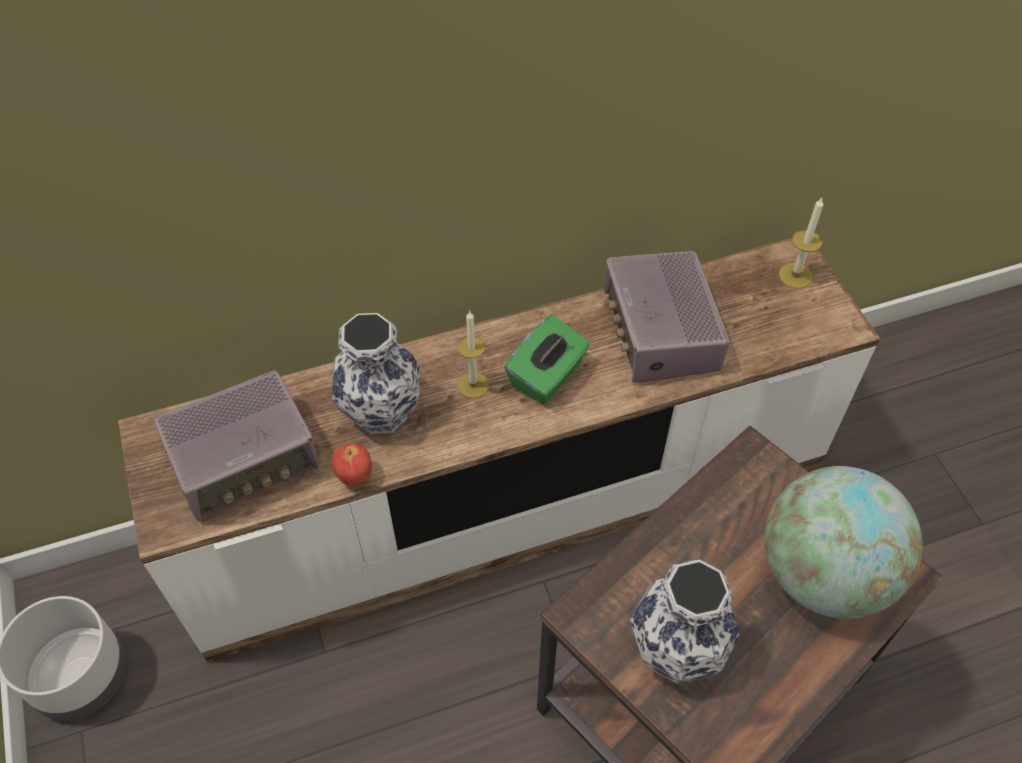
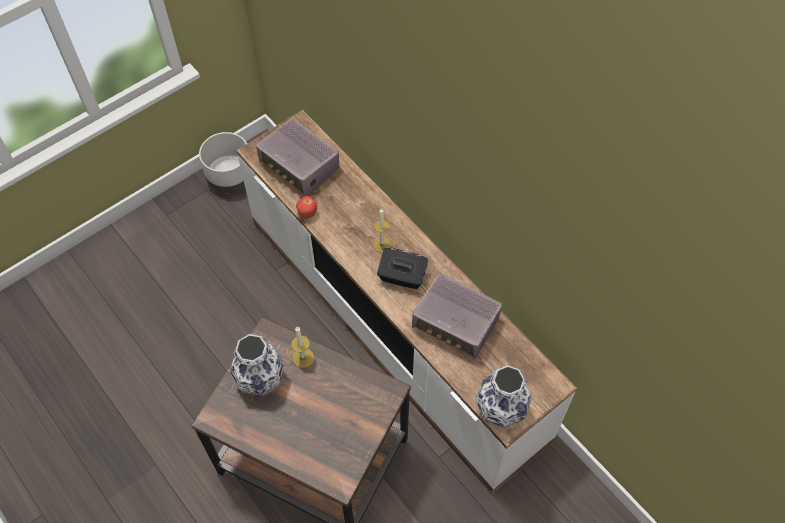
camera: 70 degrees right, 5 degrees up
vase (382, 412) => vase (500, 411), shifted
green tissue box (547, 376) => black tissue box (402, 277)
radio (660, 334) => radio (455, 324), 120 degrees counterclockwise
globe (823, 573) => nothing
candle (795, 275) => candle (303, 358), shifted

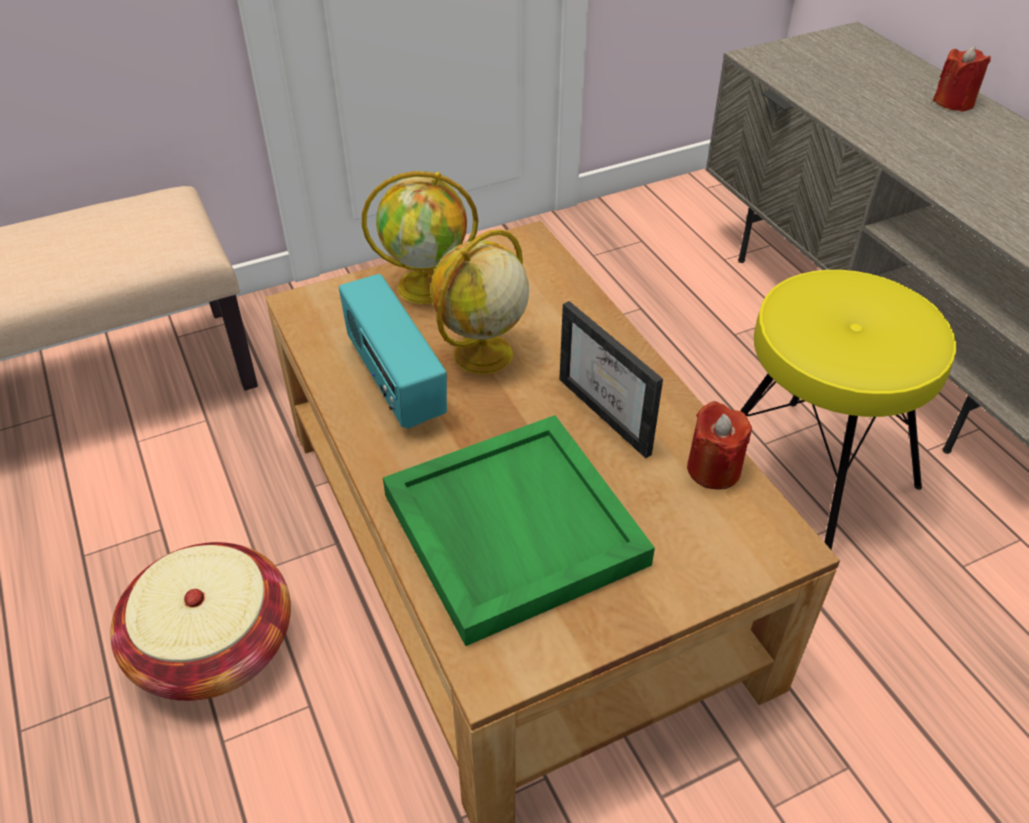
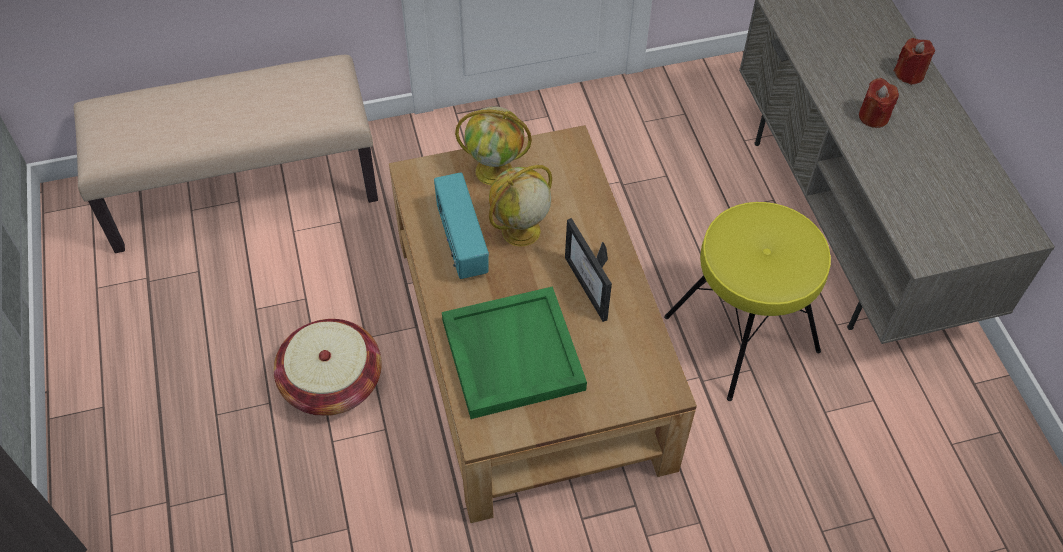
camera: 10 degrees right, 10 degrees up
red candle (713, 469) => red candle (873, 116), shifted

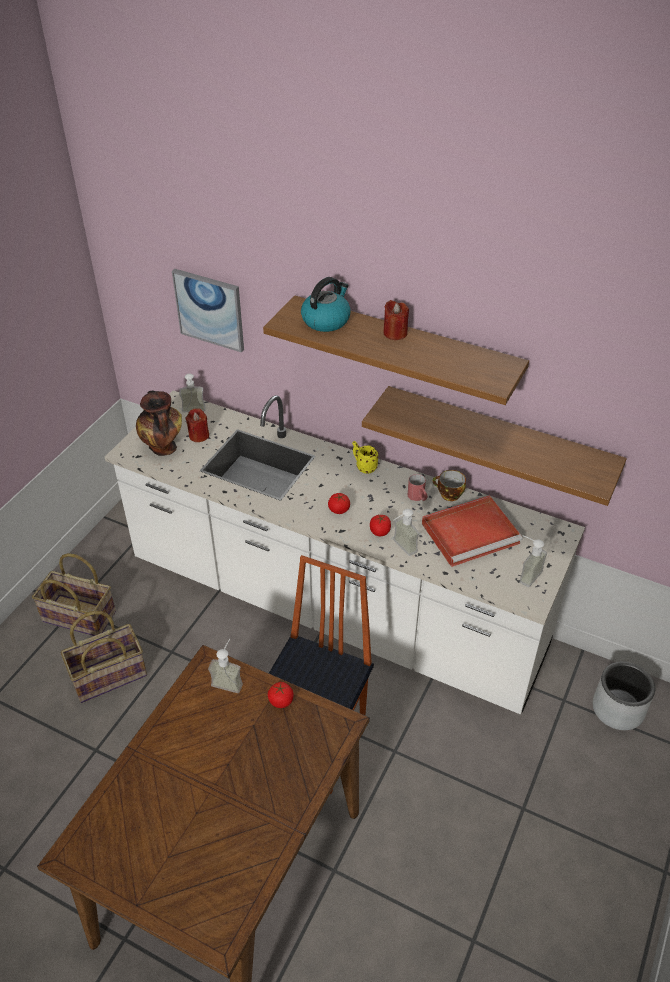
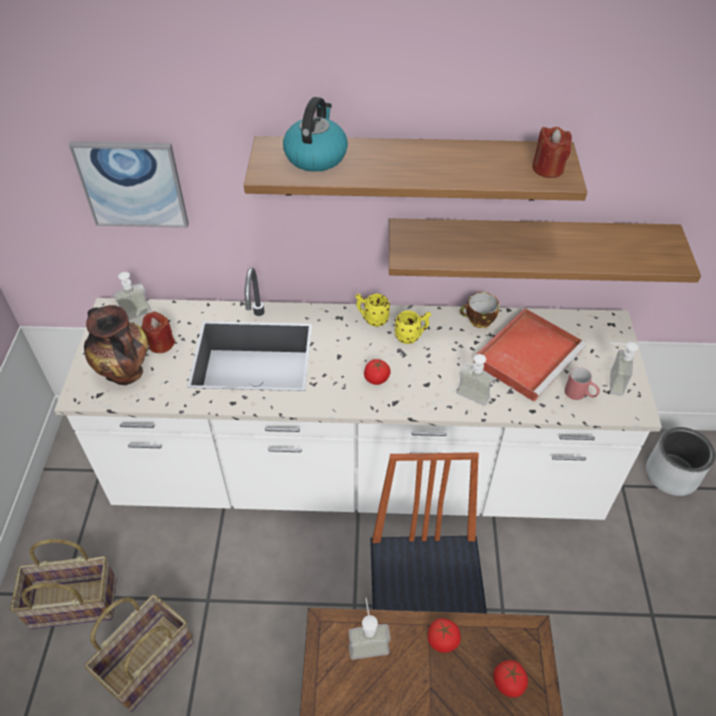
camera: 25 degrees left, 5 degrees up
tomato (380, 531) => tomato (508, 683), shifted
red candle (395, 333) => red candle (548, 169), shifted
red mug (418, 498) => red mug (580, 394), shifted
nothing => yellow mug (411, 336)

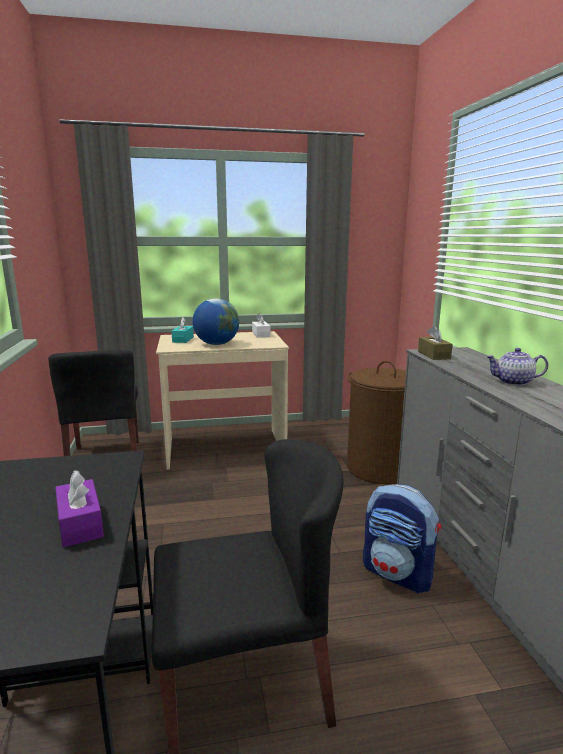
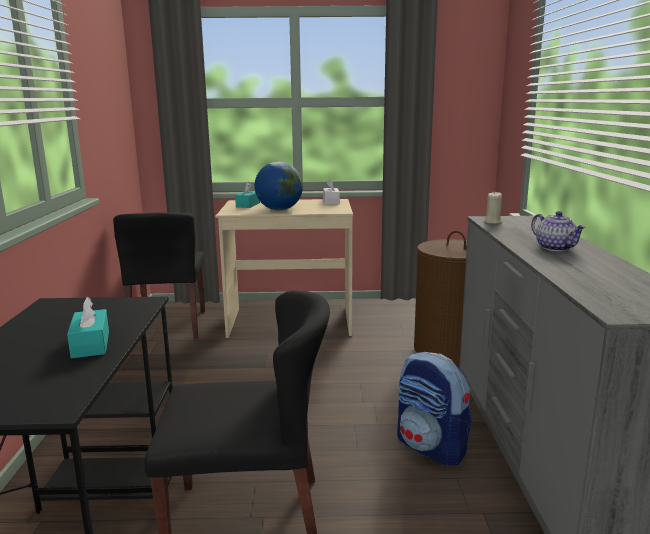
camera: 10 degrees right, 0 degrees up
purple tissue box (80, 524) => turquoise tissue box (90, 344)
brown tissue box (433, 355) => beige candle (492, 222)
teapot (513, 382) => teapot (555, 248), 135 degrees counterclockwise

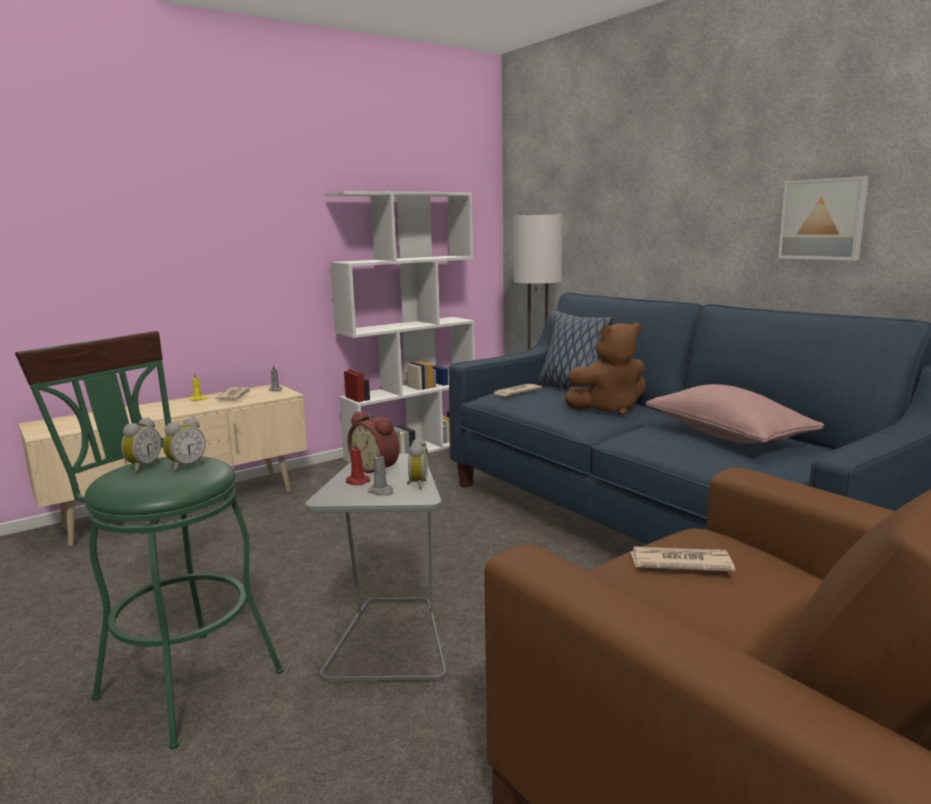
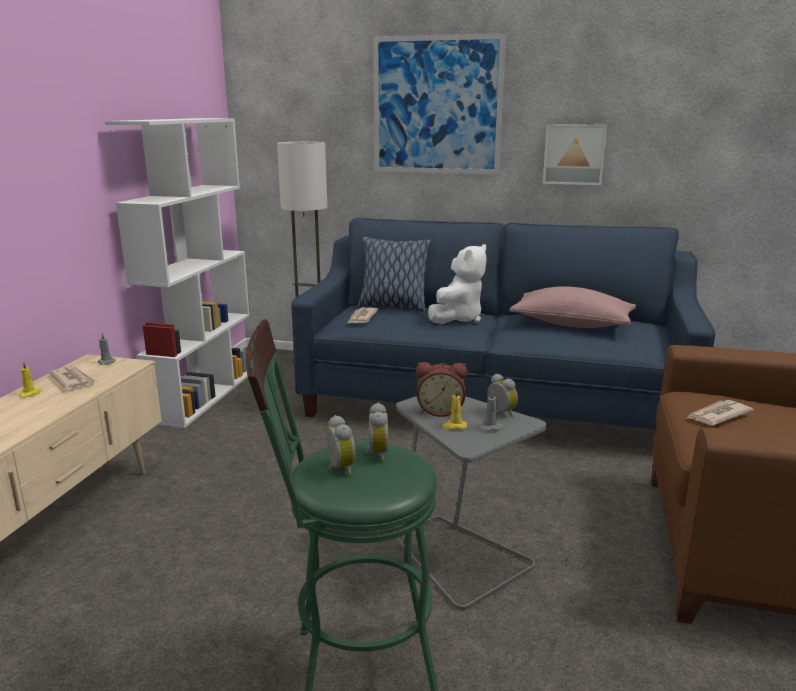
camera: 40 degrees left, 5 degrees up
red candle (356, 482) => yellow candle (454, 426)
brown plush toy (608, 409) => white plush toy (457, 319)
nothing => picture (437, 106)

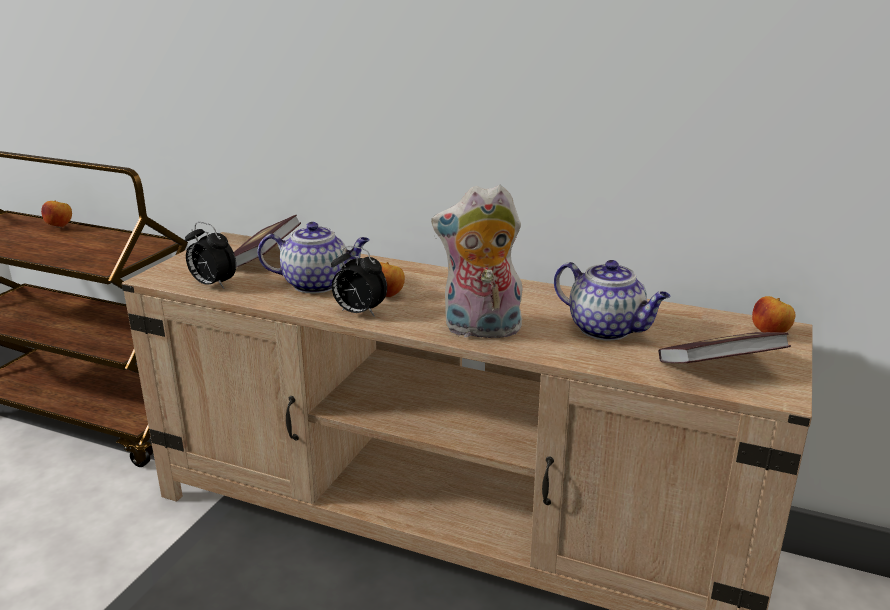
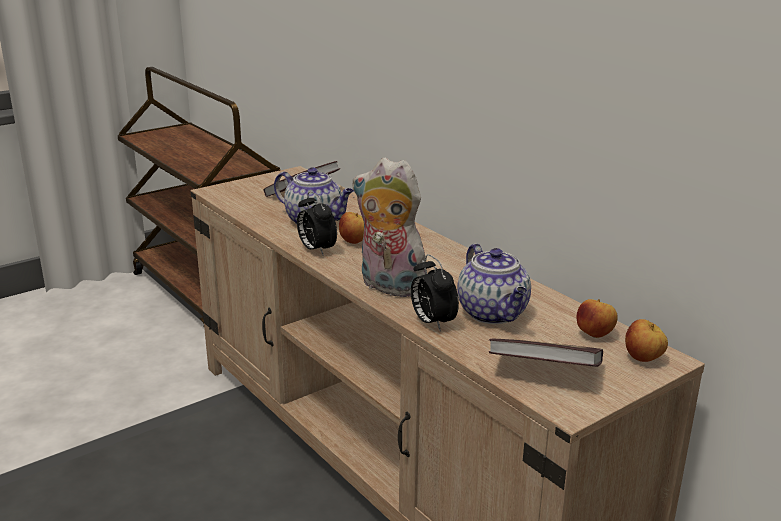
camera: 30 degrees right, 0 degrees up
apple (60, 226) => apple (595, 335), shifted
alarm clock (212, 285) => alarm clock (432, 322), shifted

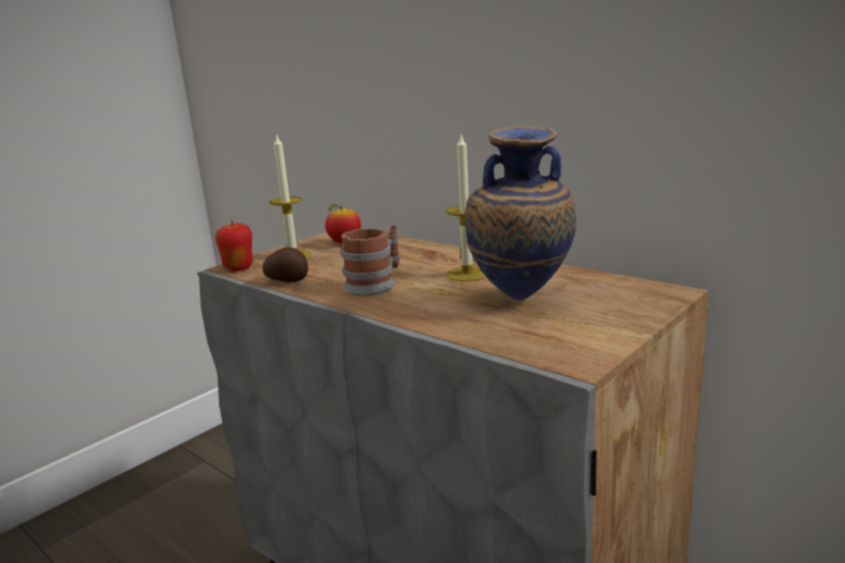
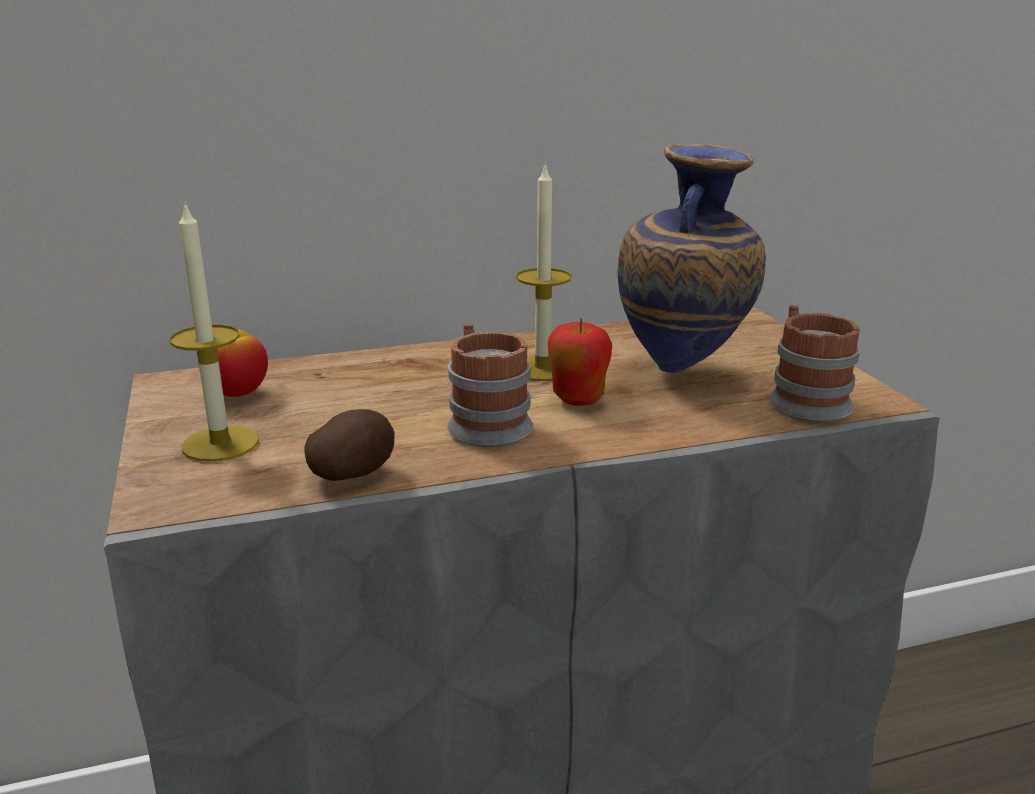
camera: 60 degrees left, 5 degrees up
apple (239, 268) => apple (578, 400), shifted
nothing => mug (804, 399)

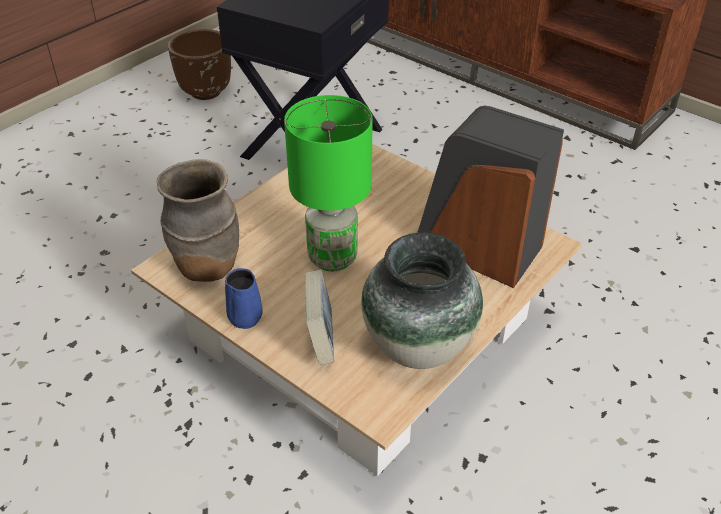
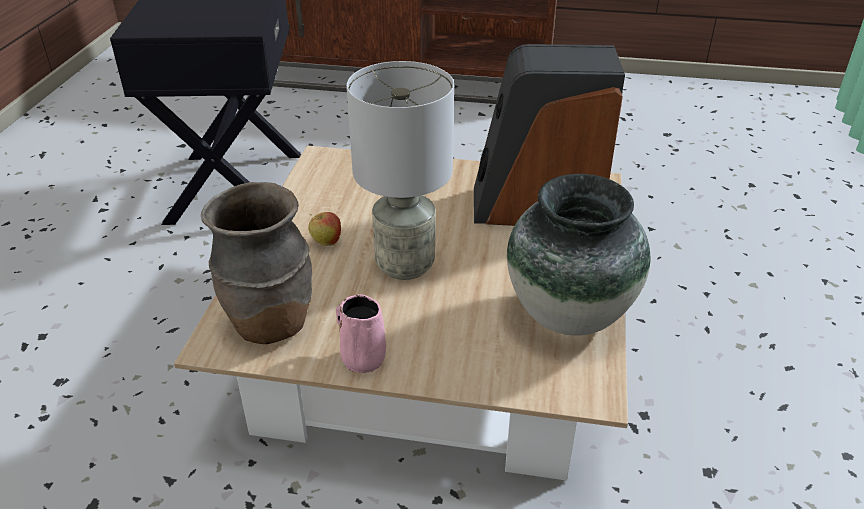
camera: 30 degrees left, 5 degrees down
brown planter (205, 92) => nothing
blue mug (245, 316) => pink mug (361, 357)
green table lamp (331, 258) => grey table lamp (404, 266)
book (320, 339) => nothing
nothing => apple (326, 242)

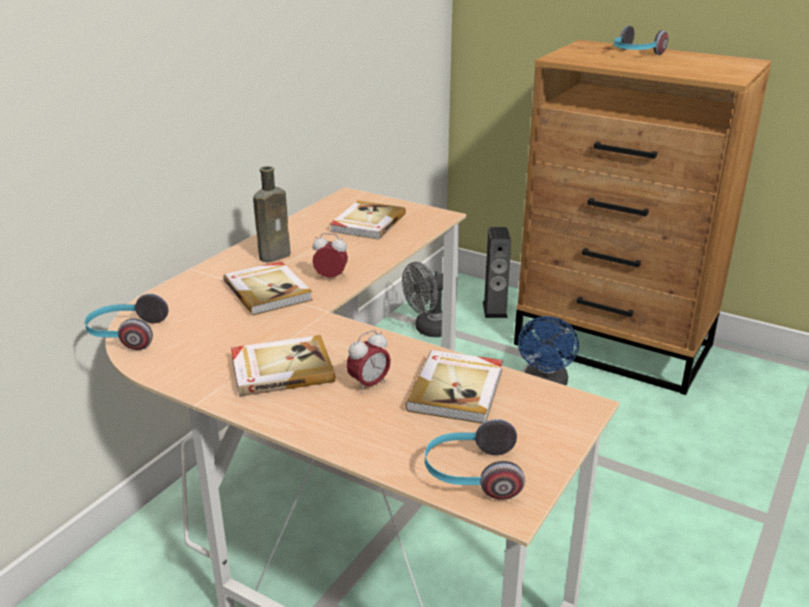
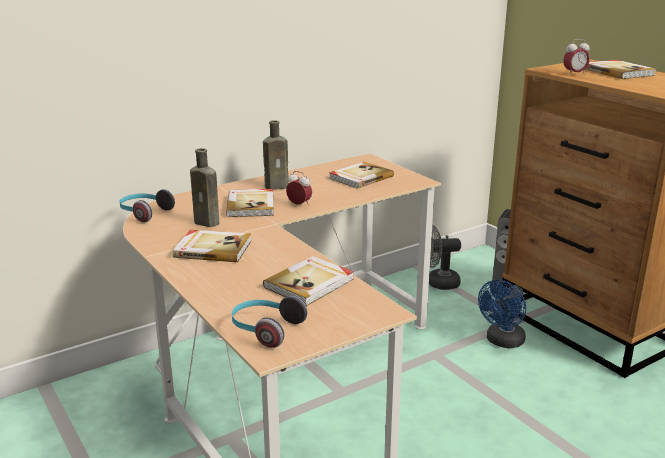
camera: 25 degrees right, 5 degrees down
alarm clock (369, 385) => alarm clock (574, 74), shifted
headphones (635, 54) => book (618, 72)
nothing => brown bottle (208, 223)

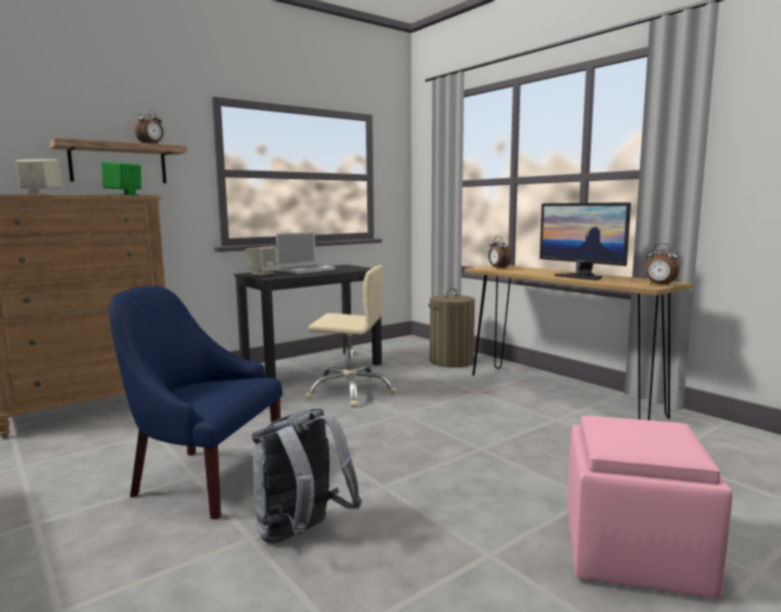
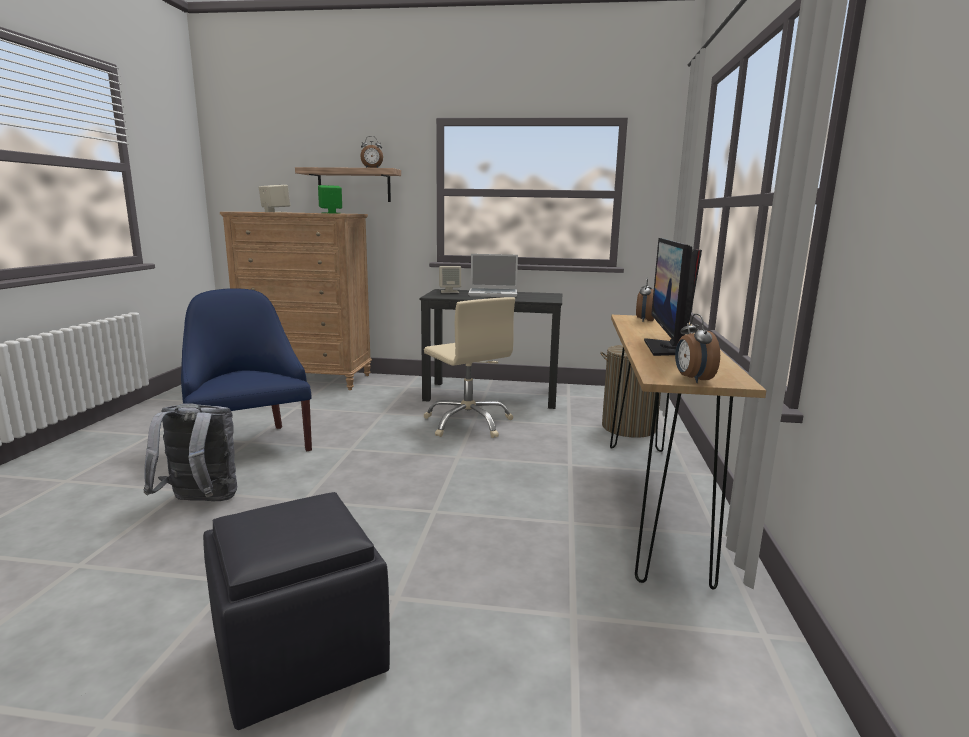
camera: 45 degrees right, 5 degrees up
pink ottoman (635, 554) => black ottoman (298, 656)

